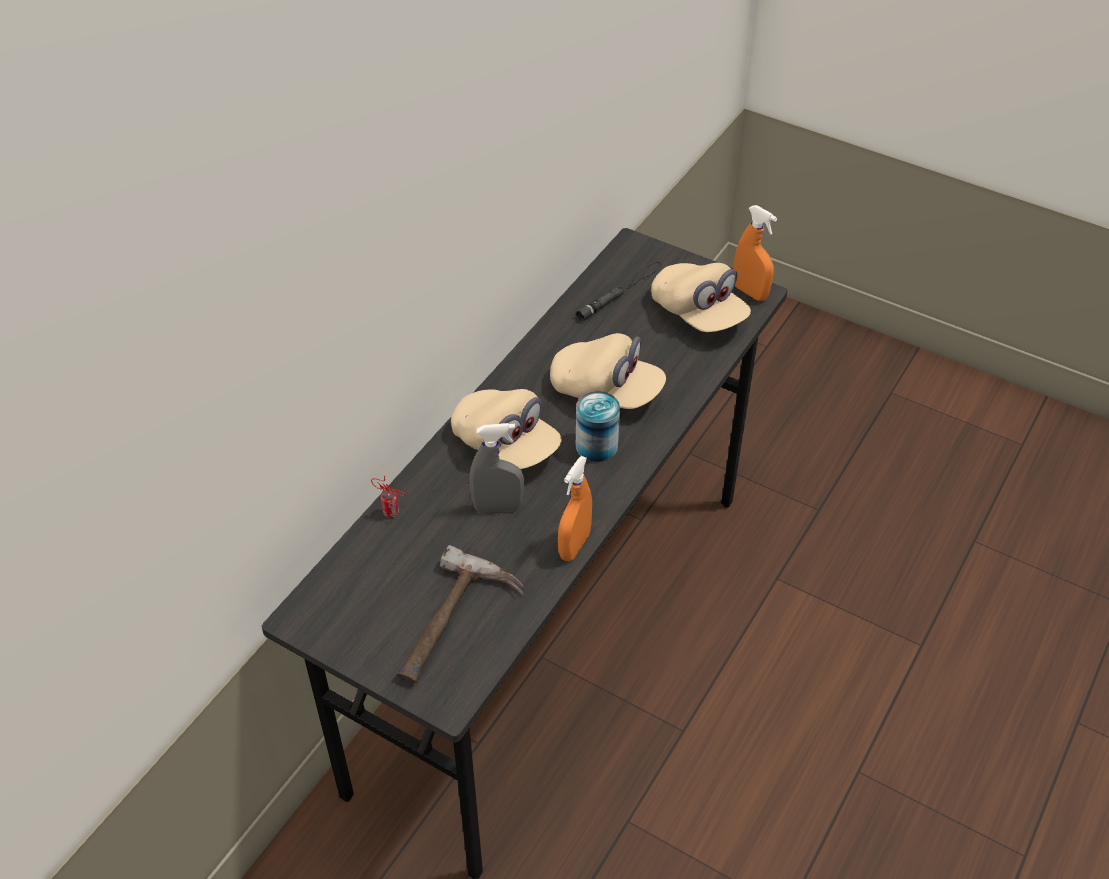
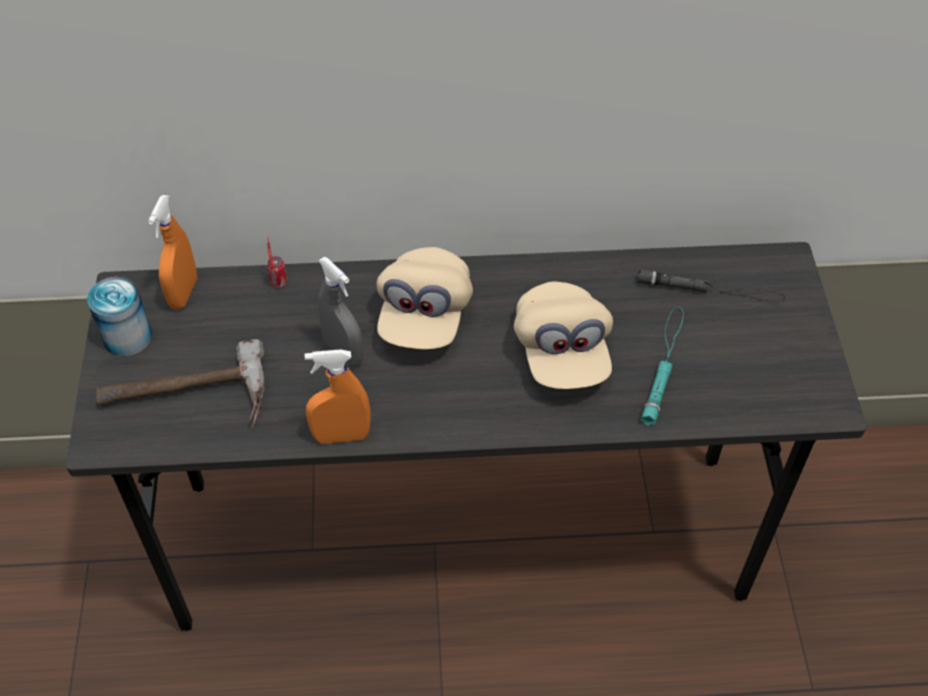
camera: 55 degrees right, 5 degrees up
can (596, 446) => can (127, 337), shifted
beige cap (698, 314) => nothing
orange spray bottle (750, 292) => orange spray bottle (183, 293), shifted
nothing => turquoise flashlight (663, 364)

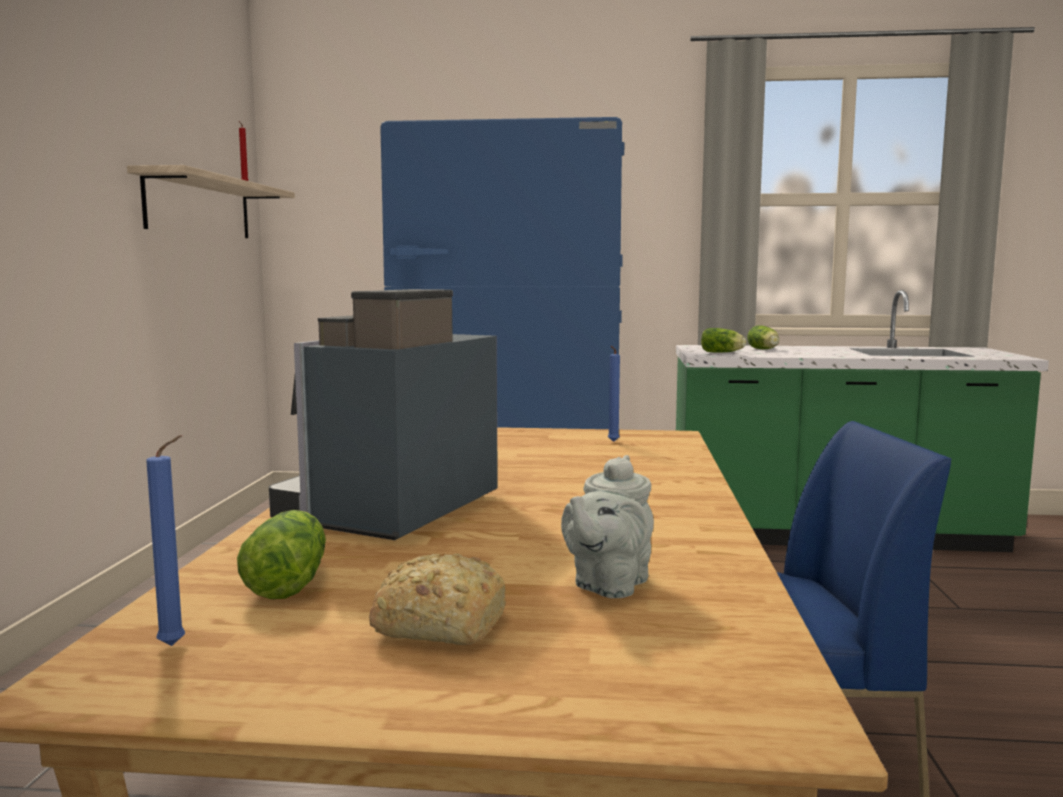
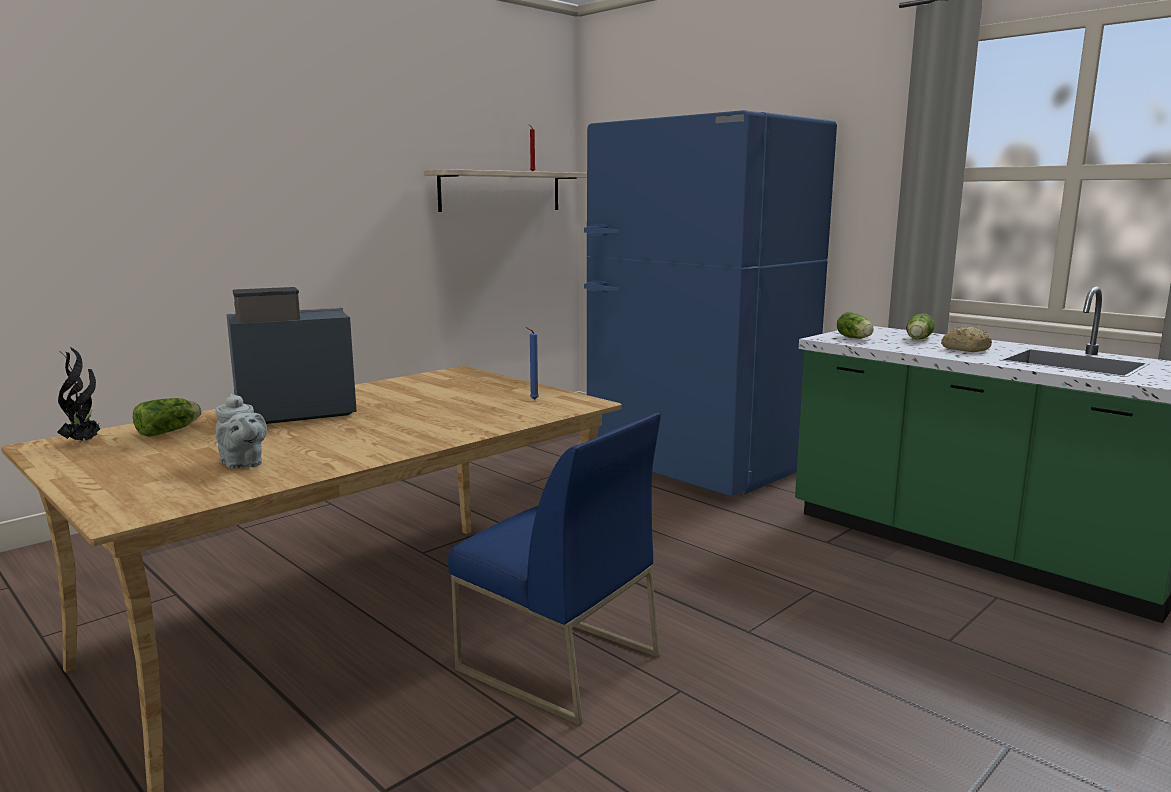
camera: 40 degrees right, 5 degrees up
blue candle (176, 645) => potted plant (84, 442)
bread (438, 625) => bread (965, 349), shifted
grey teapot (608, 585) => grey teapot (242, 464), 105 degrees counterclockwise

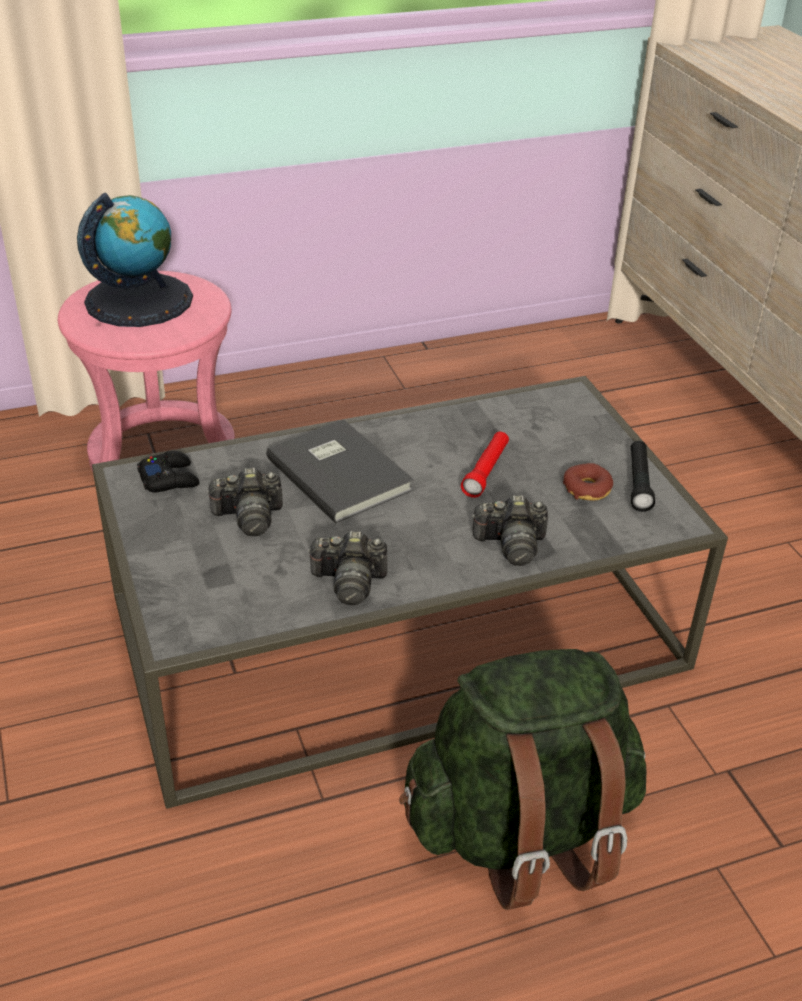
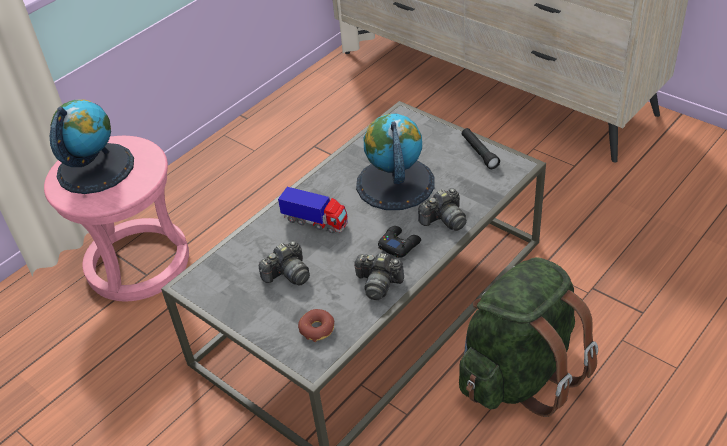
camera: 25 degrees left, 5 degrees up
black game controller (169, 479) => black game controller (399, 245), shifted
grey book (341, 472) => toy truck (315, 222)
photo camera (349, 582) => photo camera (378, 284), 45 degrees clockwise
red flashlight (486, 471) => globe (395, 183)
donut (587, 489) => donut (317, 329), shifted

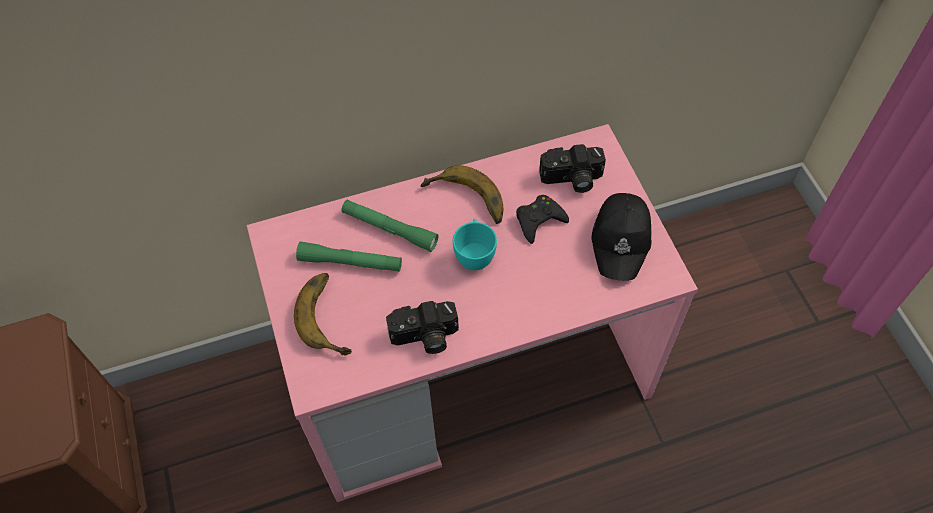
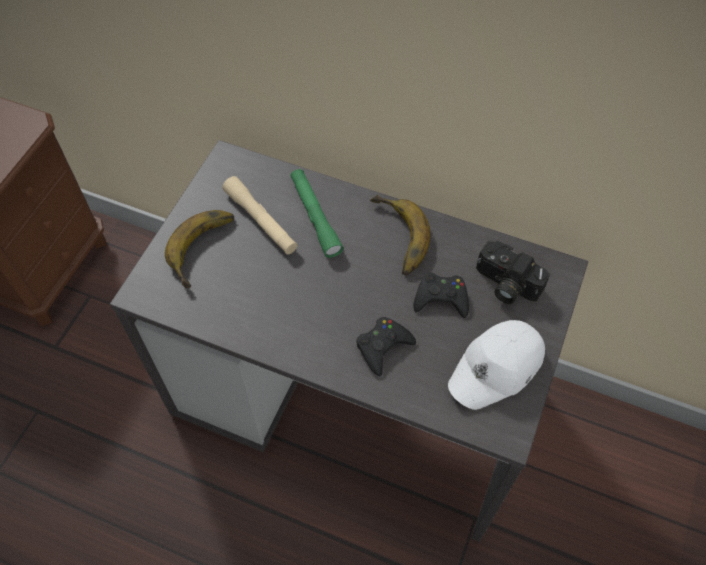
camera: 40 degrees right, 0 degrees up
pink desk (469, 367) => grey desk (354, 395)
green flashlight (350, 262) => beige flashlight (261, 221)
photo camera (424, 337) => nothing
turquoise cup (474, 255) => nothing
black cap (621, 240) => white cap (497, 368)
nothing => black game controller (383, 347)

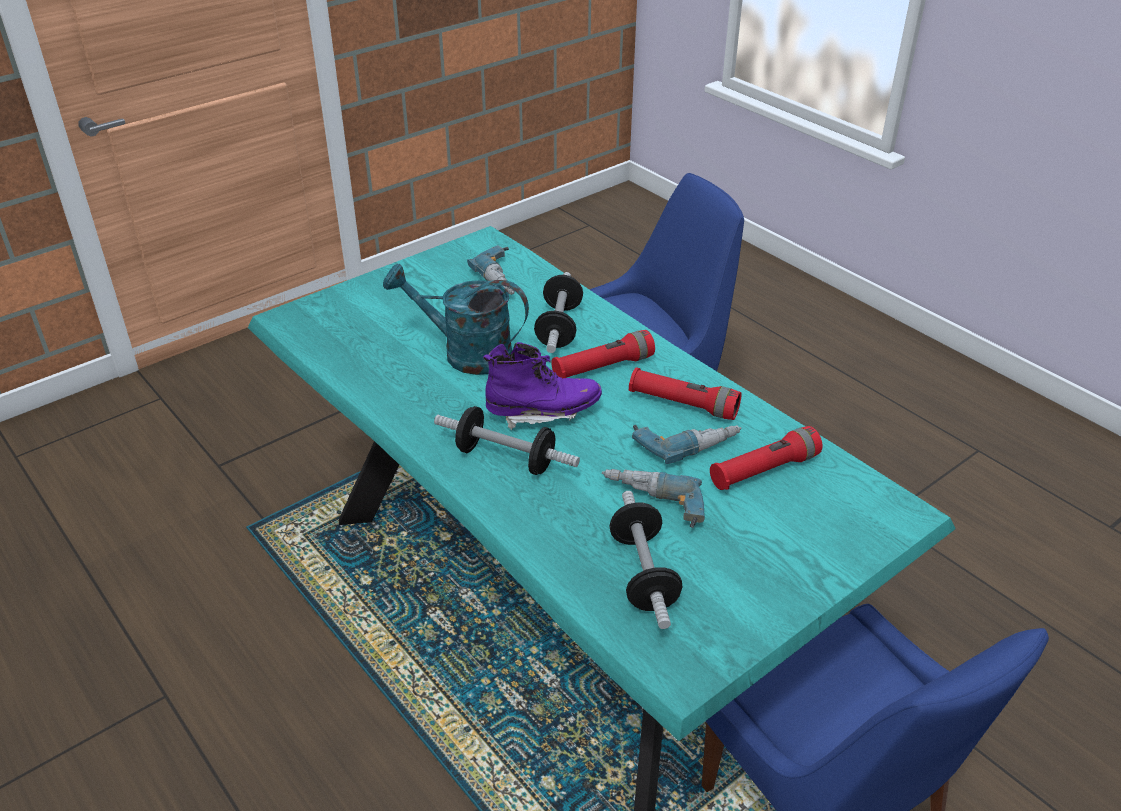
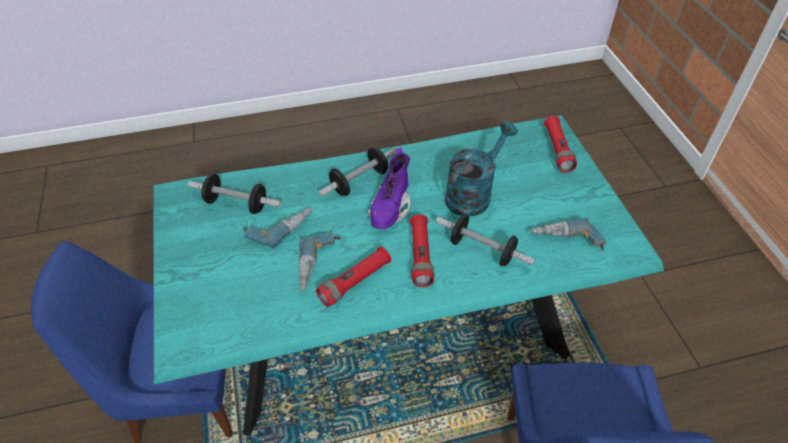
camera: 115 degrees right, 10 degrees up
red flashlight (764, 470) => red flashlight (557, 150), shifted

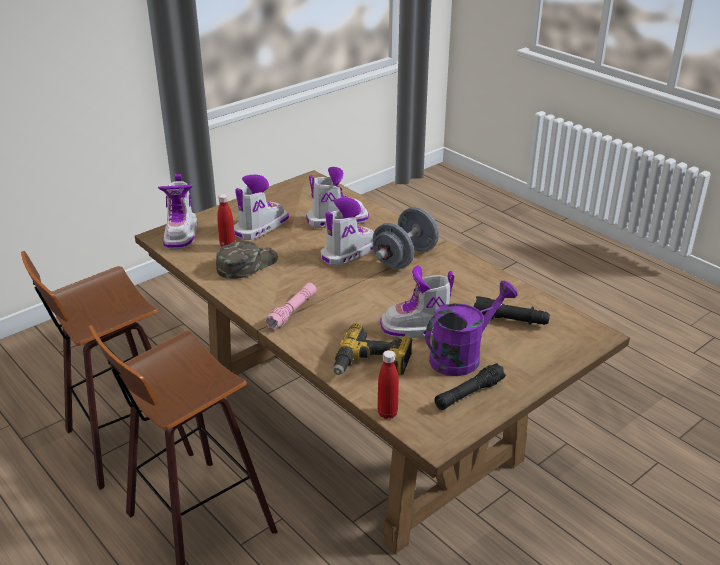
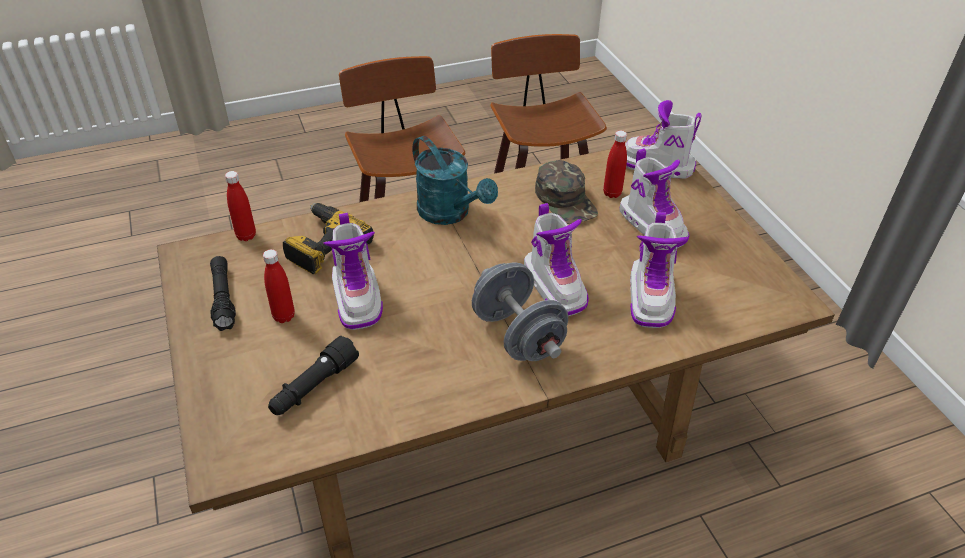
camera: 110 degrees right, 10 degrees up
pink flashlight (292, 311) => turquoise watering can (450, 213)
boot (418, 328) => boot (357, 298), 150 degrees clockwise
purple watering can (462, 356) => red bottle (284, 316)

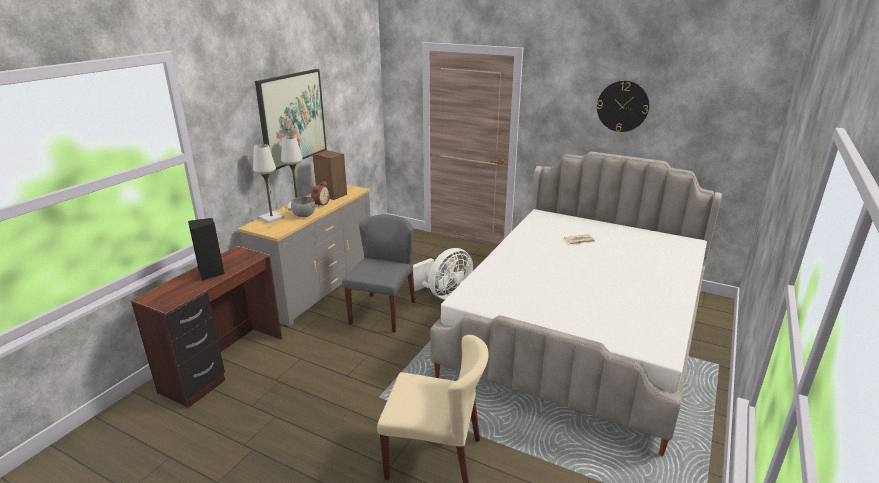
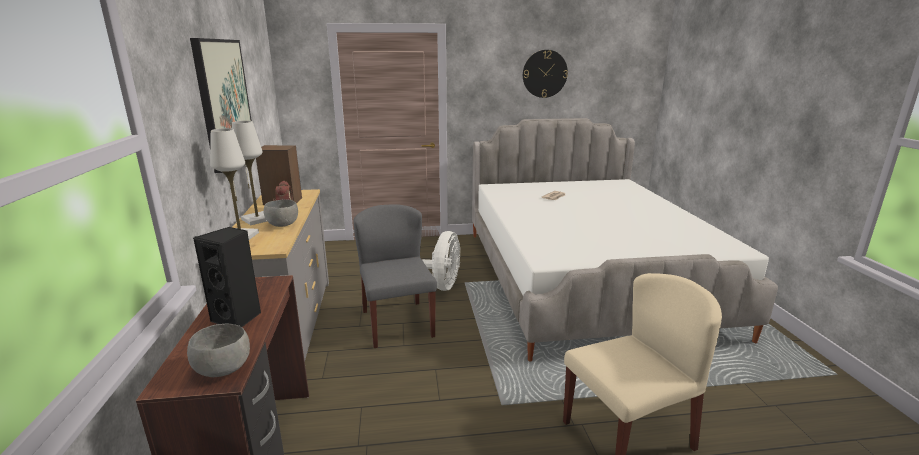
camera: 35 degrees left, 5 degrees down
nothing => grey bowl (222, 369)

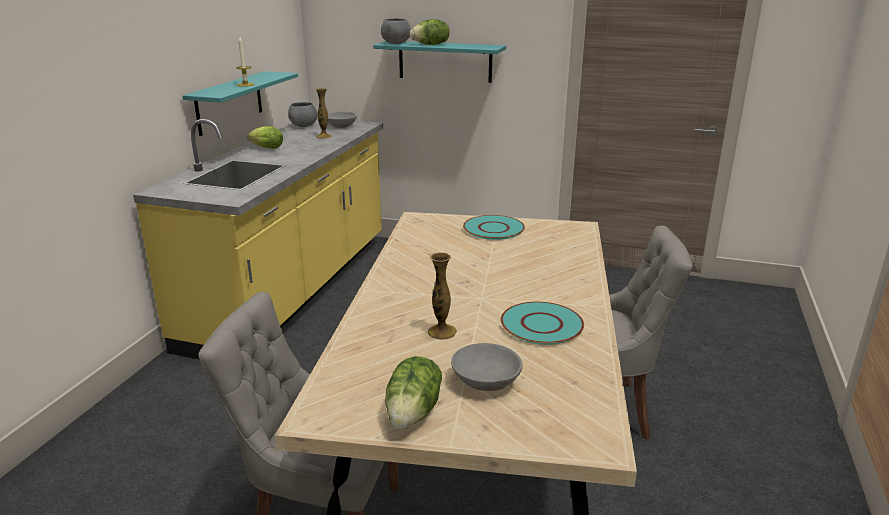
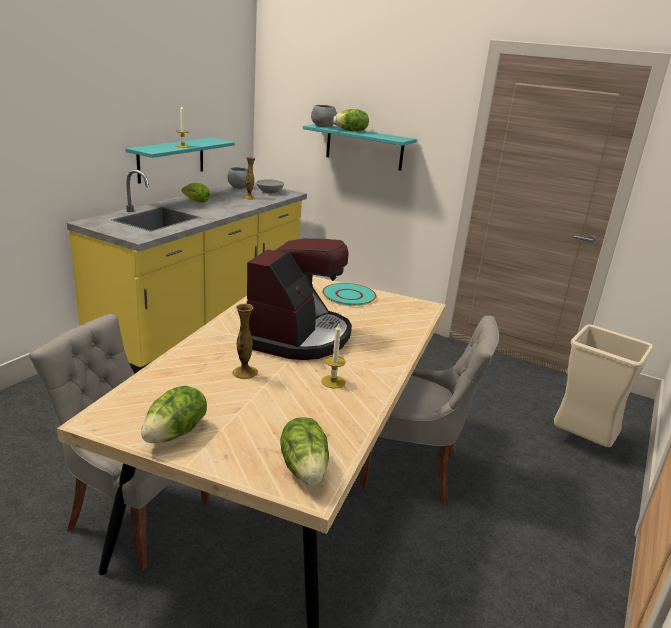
camera: 10 degrees right, 0 degrees up
grey bowl (485, 382) => nothing
turquoise plate (541, 324) => candle (333, 382)
nothing => coffee machine (299, 337)
nothing => lettuce (305, 468)
nothing => beige trash can (582, 444)

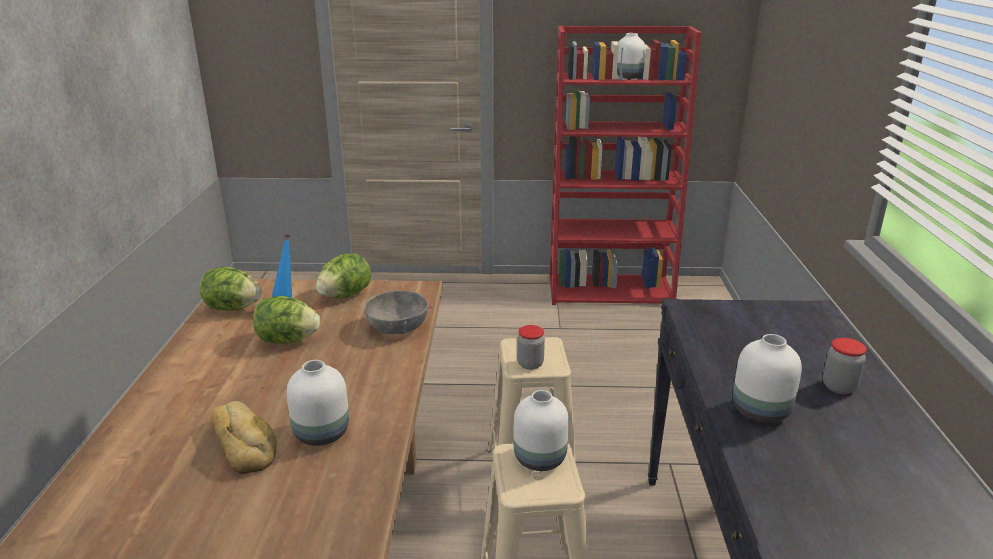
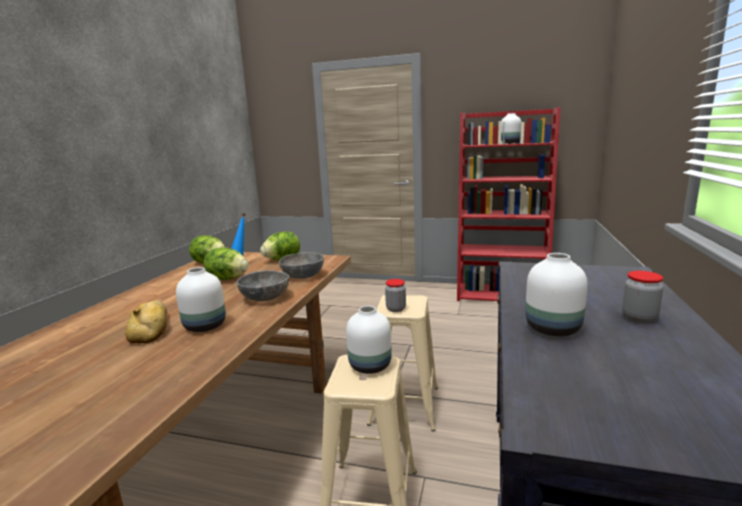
camera: 15 degrees right, 10 degrees down
nothing => grey bowl (265, 298)

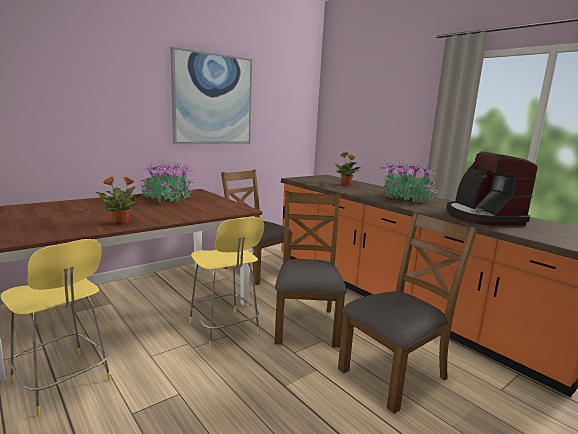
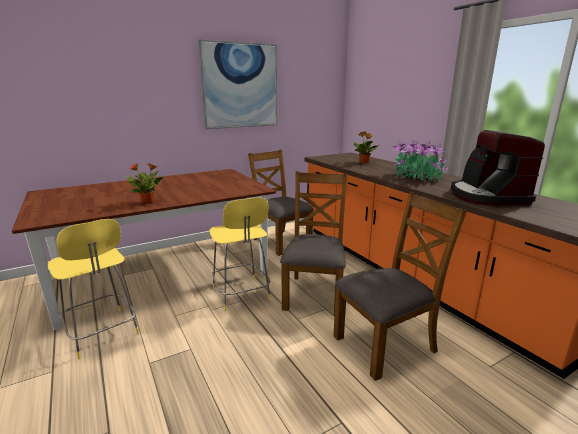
camera: 10 degrees right, 5 degrees up
potted plant (167, 199) => nothing

